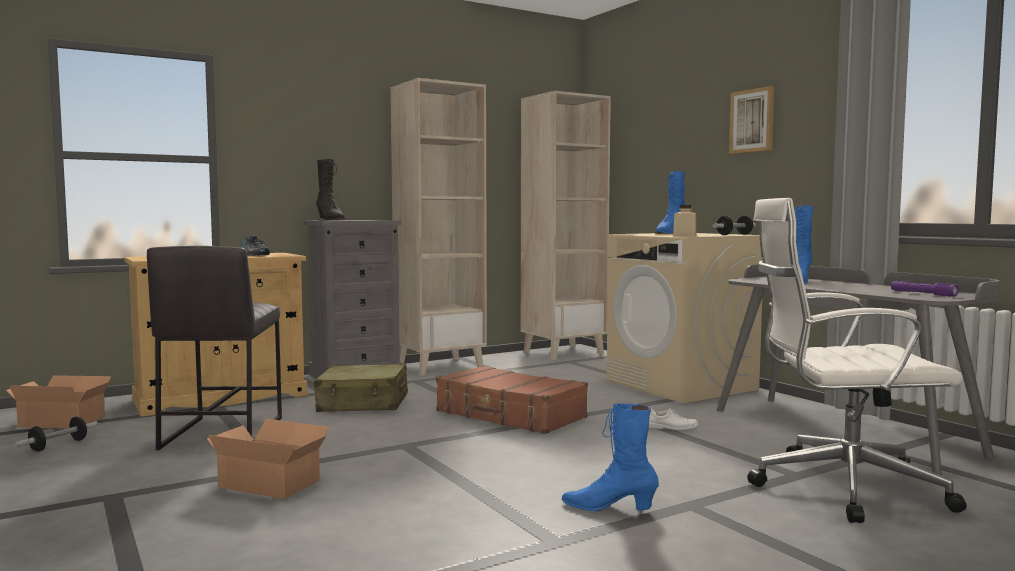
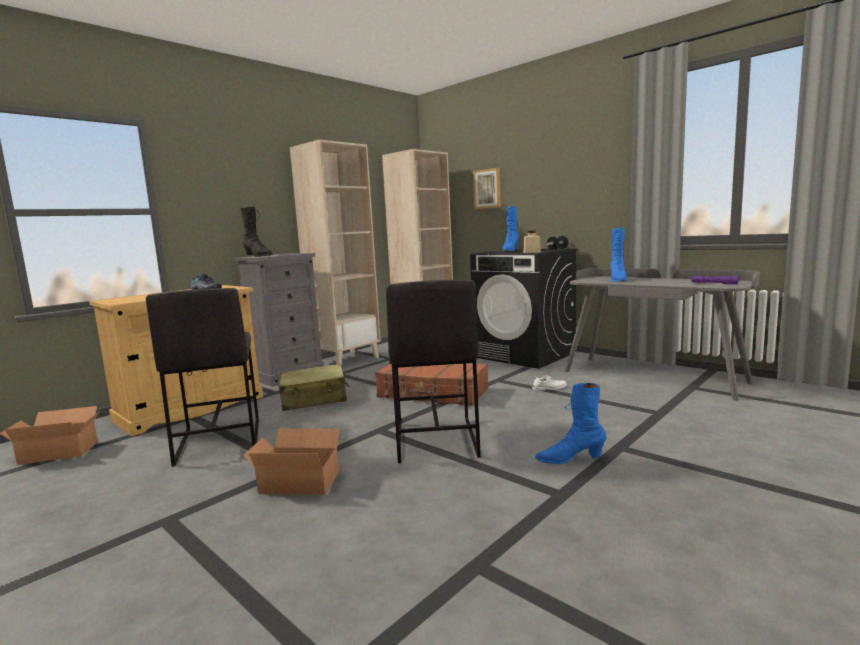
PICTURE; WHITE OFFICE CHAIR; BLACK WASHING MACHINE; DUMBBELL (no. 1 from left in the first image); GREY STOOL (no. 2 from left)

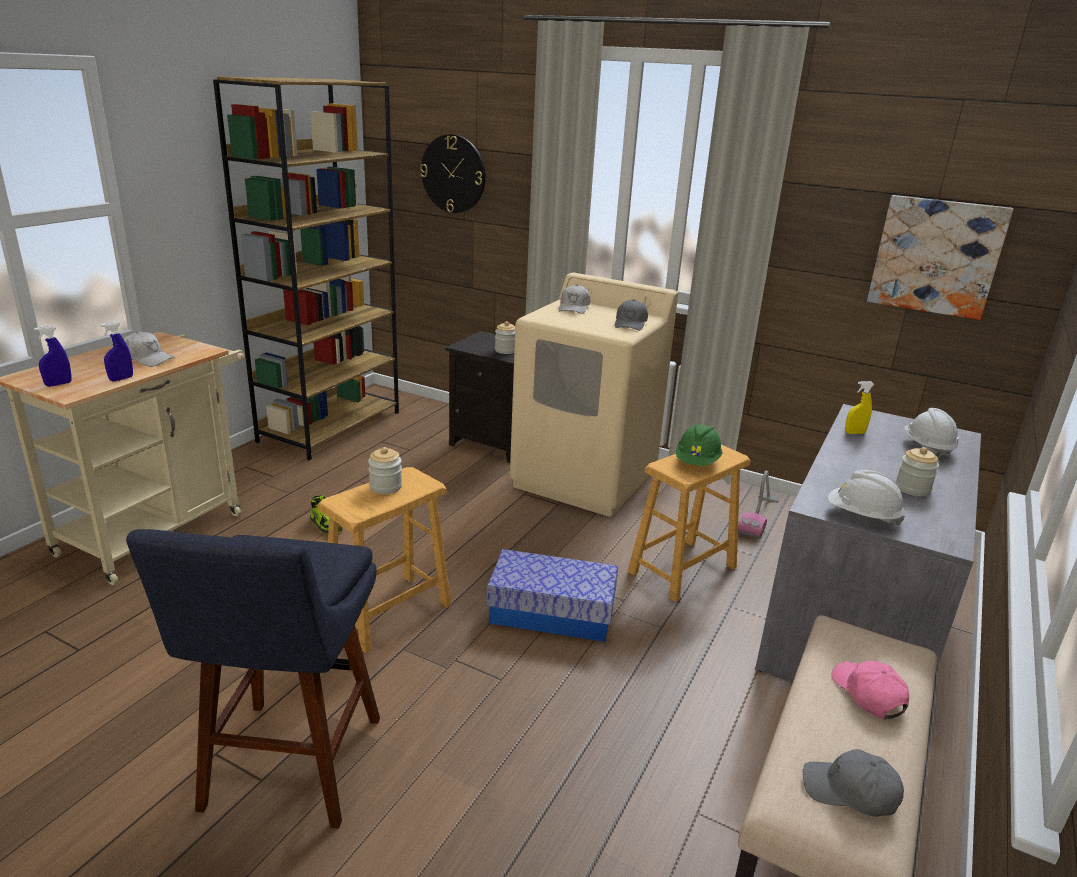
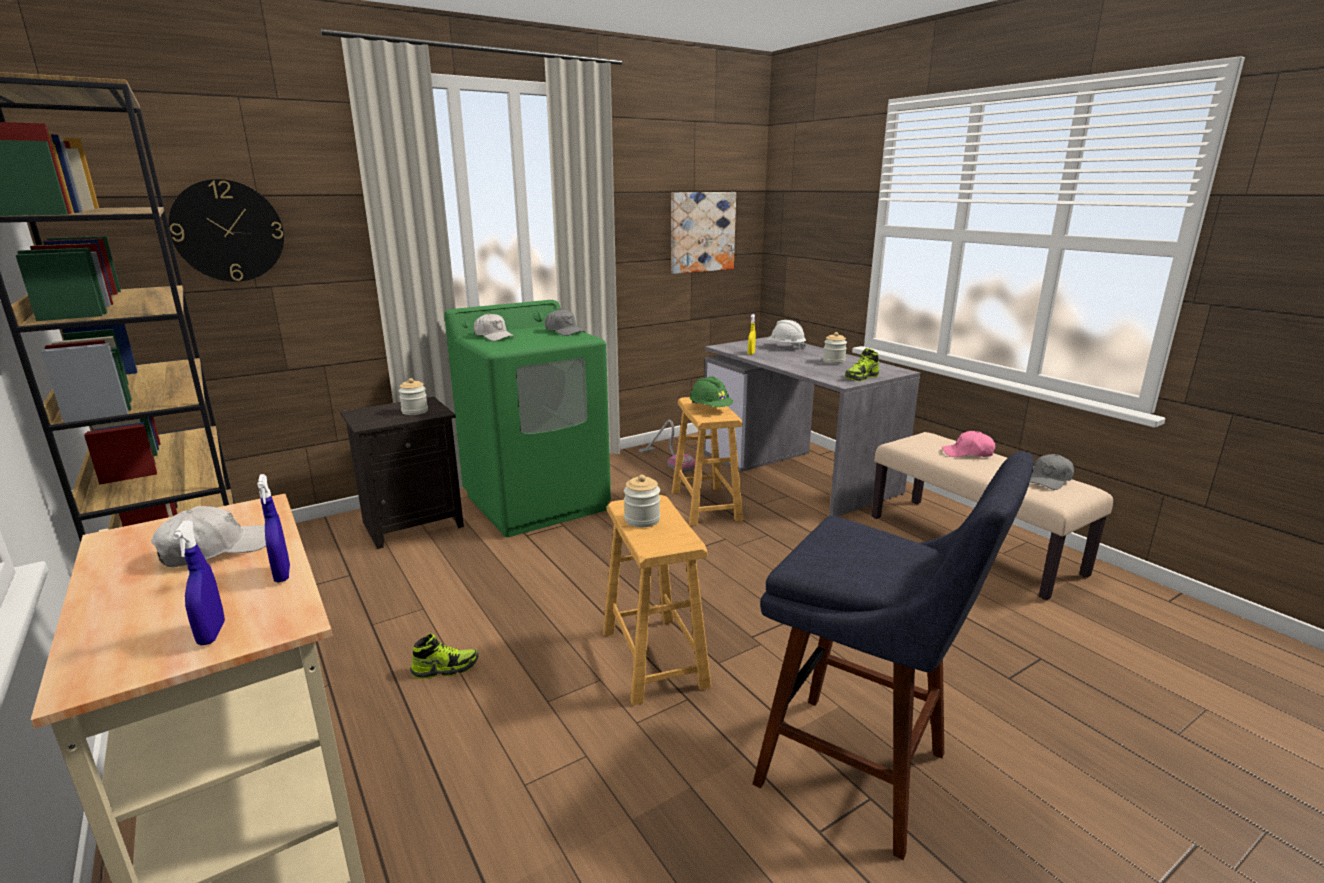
GREEN WASHING MACHINE; SHOE (no. 2 from left); STORAGE BOX

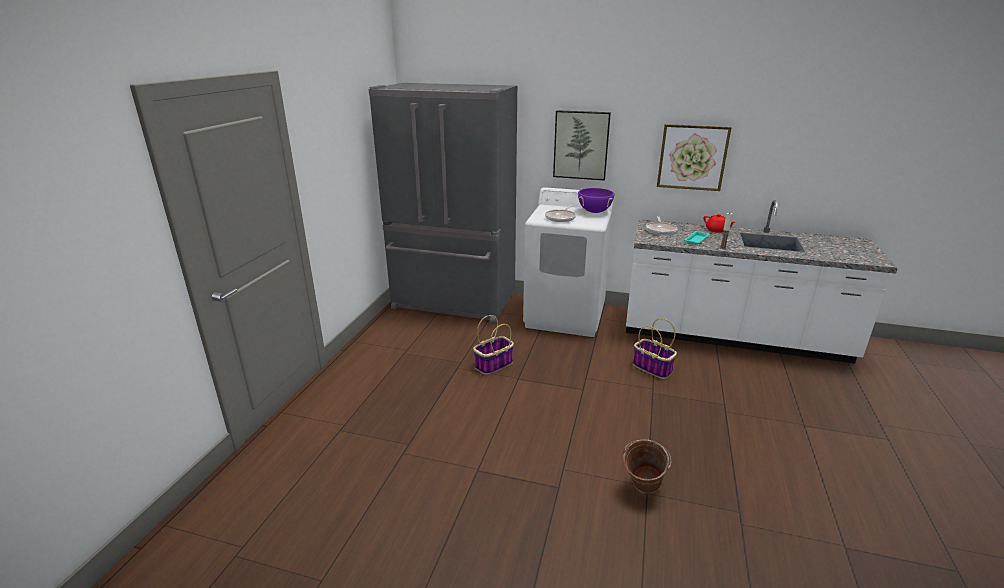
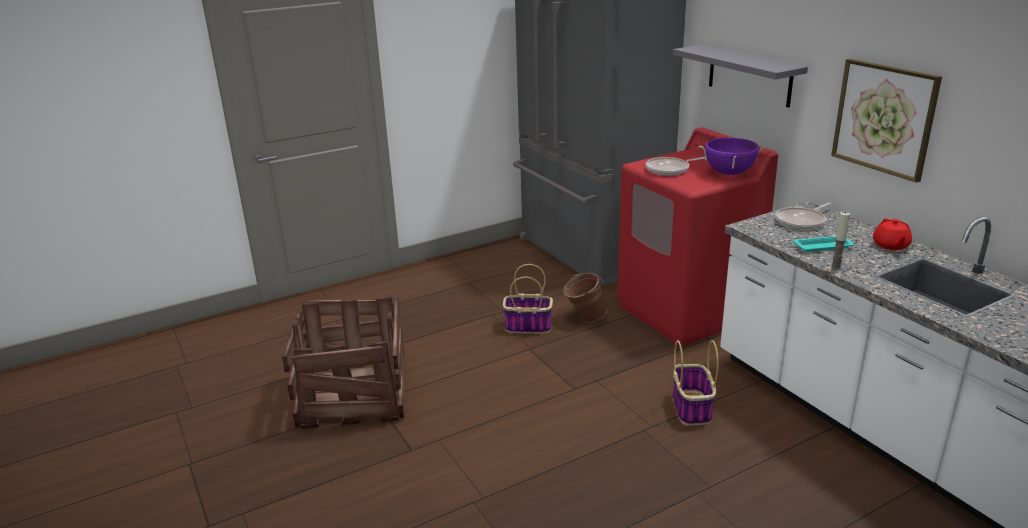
GREY SHELF; RED WASHING MACHINE; BROWN BUCKET; CRATE

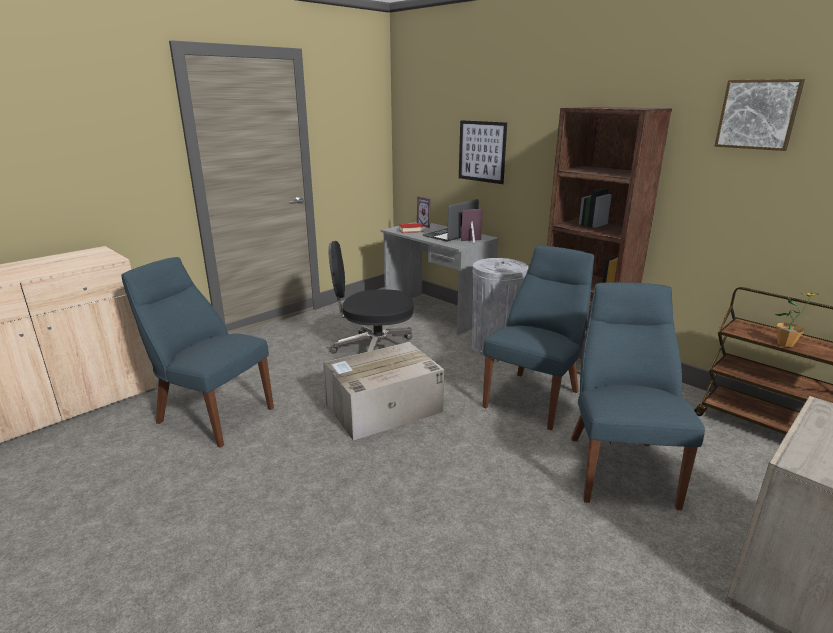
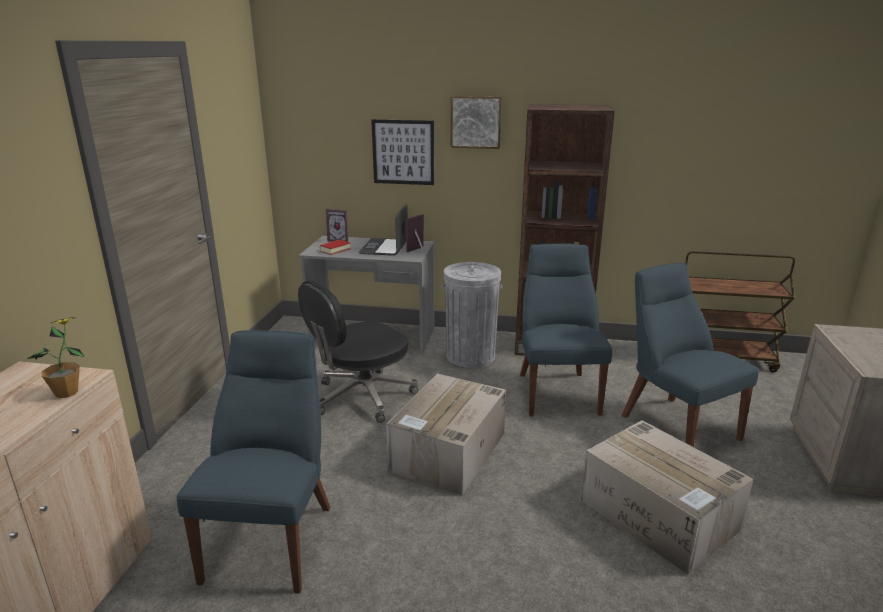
PICTURE (no. 2 from left); BLUE CHAIR (no. 1 from left); POTTED PLANT; CARDBOARD BOX (no. 2 from left)

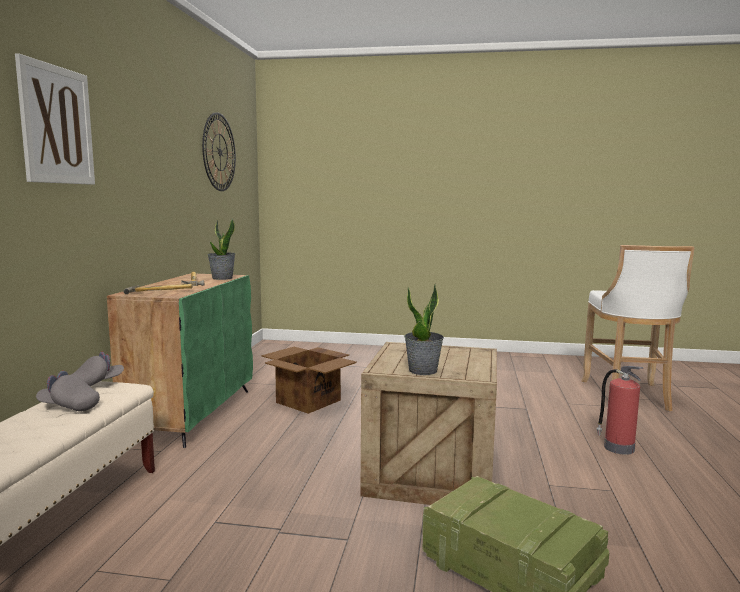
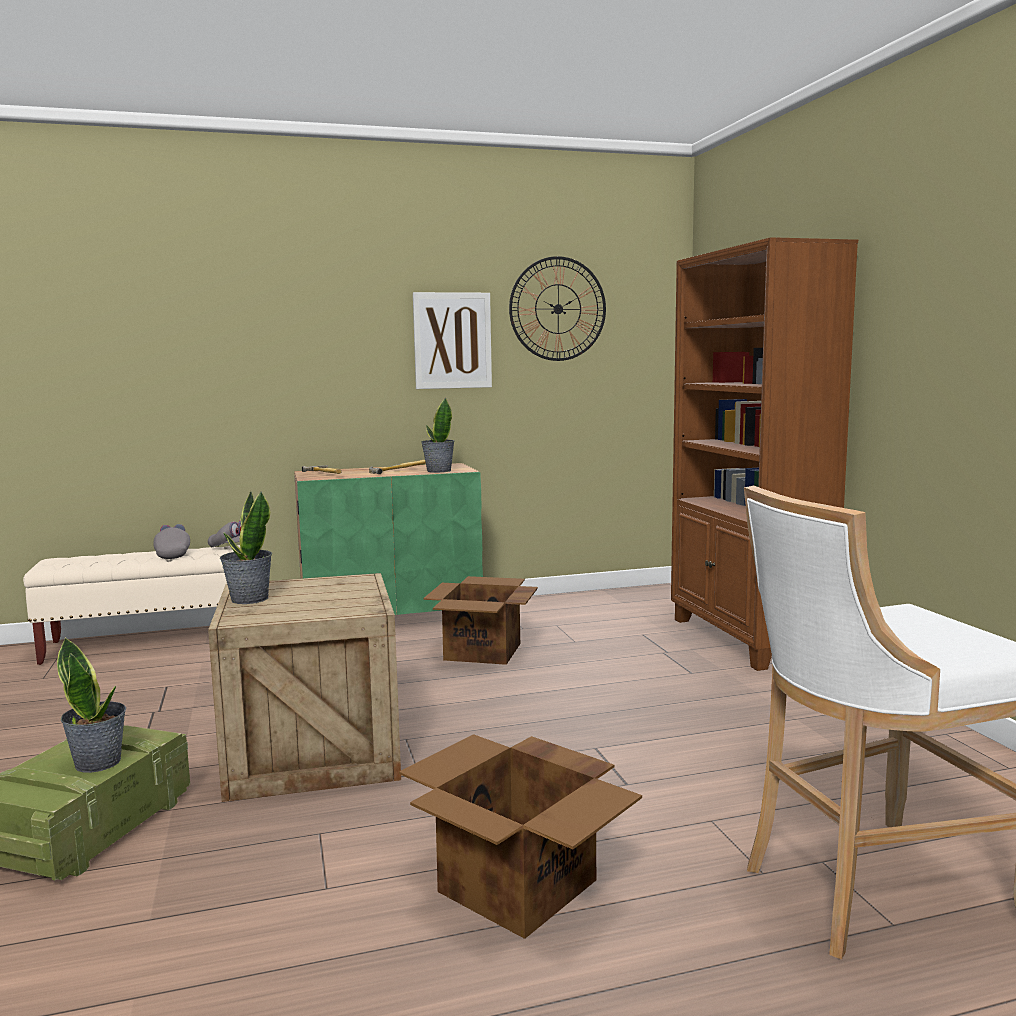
PICTURE; CARDBOARD BOX (no. 2 from left); BROWN BOOKCASE; POTTED PLANT (no. 1 from left)

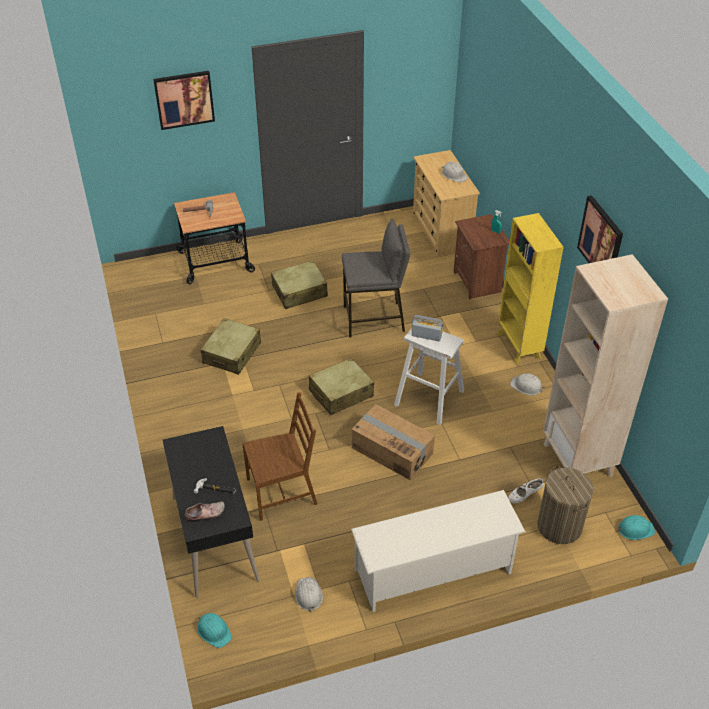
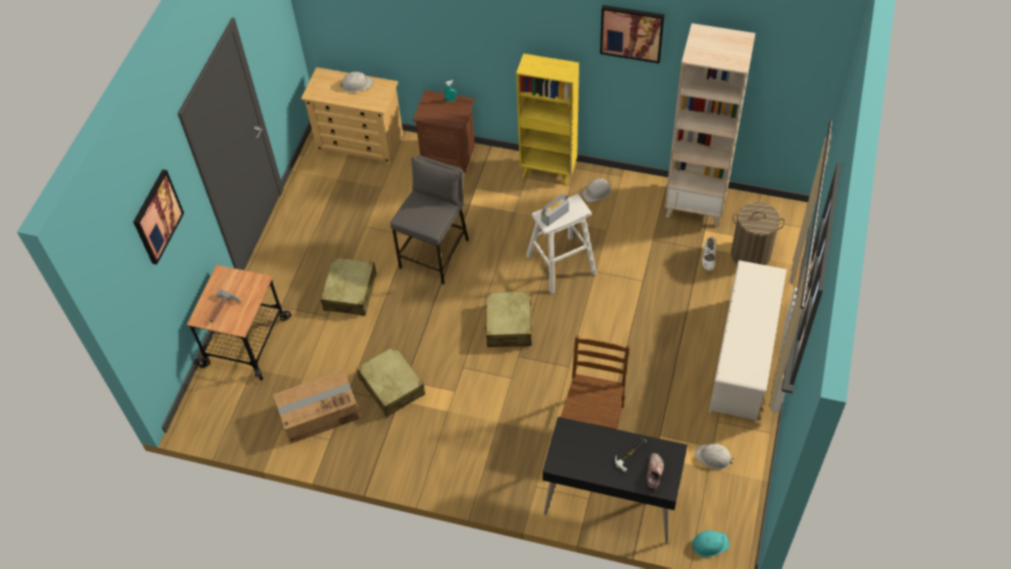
CARDBOARD BOX; TURQUOISE HARD HAT (no. 2 from left in the first image)

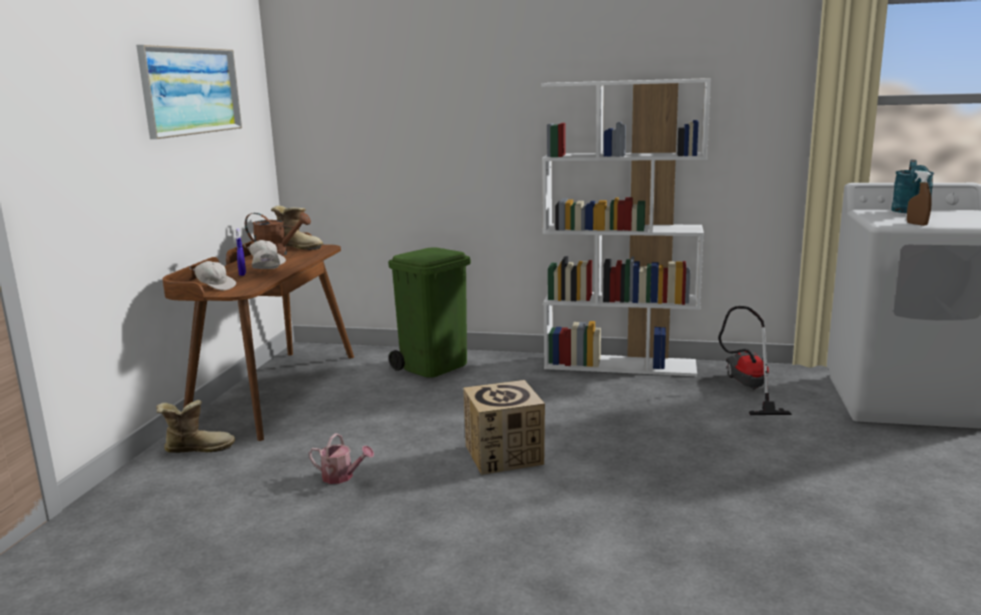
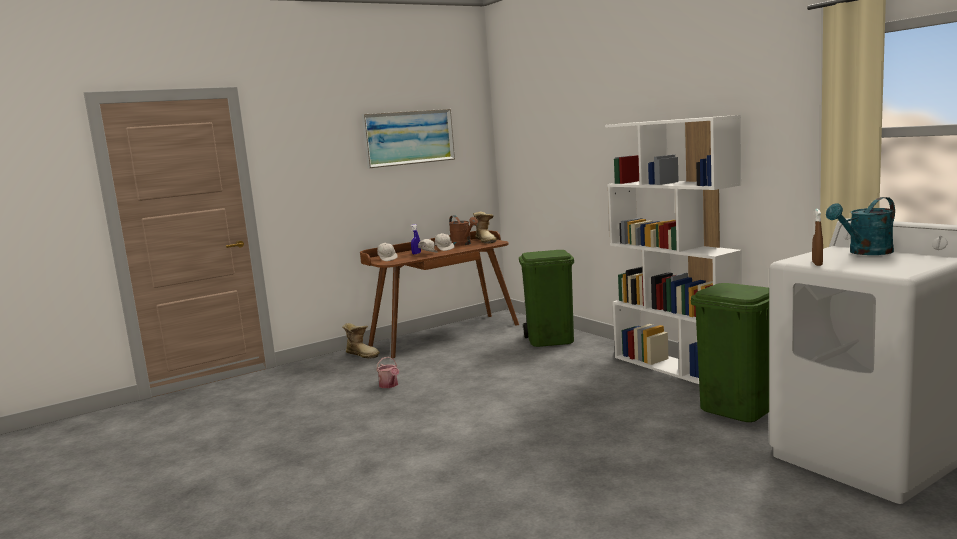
GREEN TRASH CAN (no. 2 from left); CARDBOARD BOX

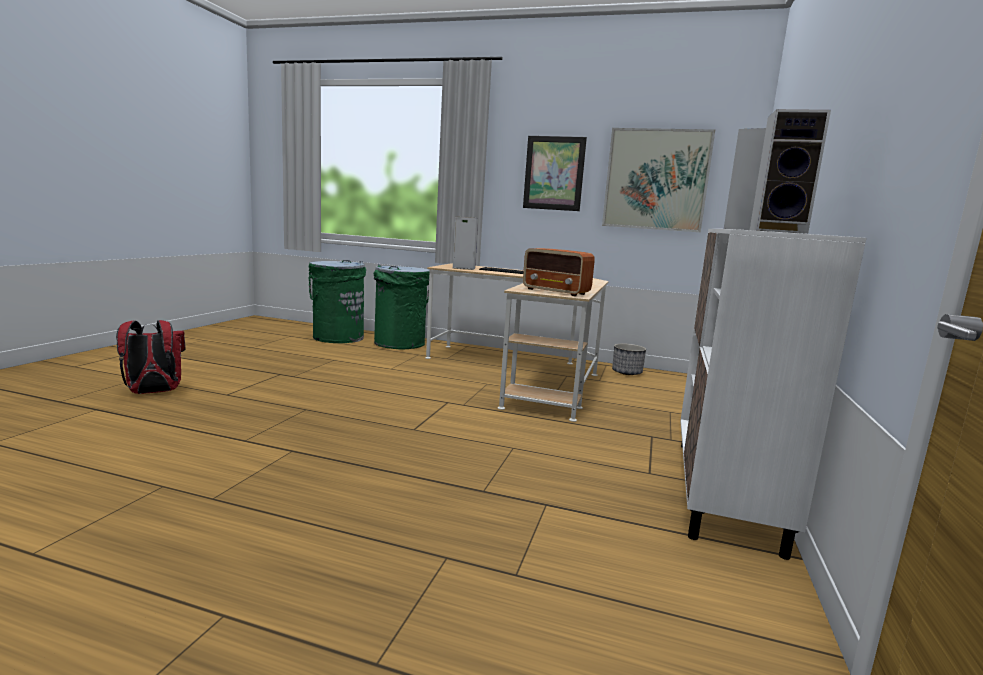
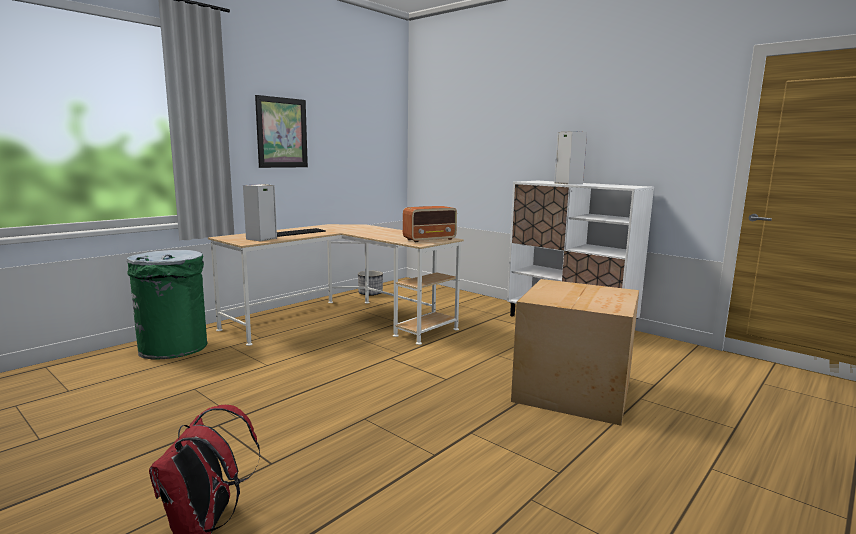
SPEAKER (no. 3 from left in the first image); PICTURE (no. 2 from left in the first image); GREEN TRASH CAN (no. 1 from left in the first image); CARDBOARD BOX

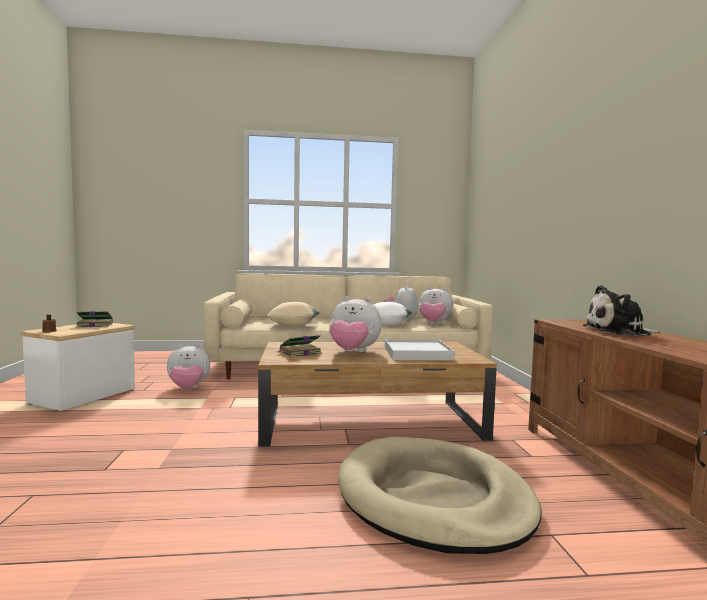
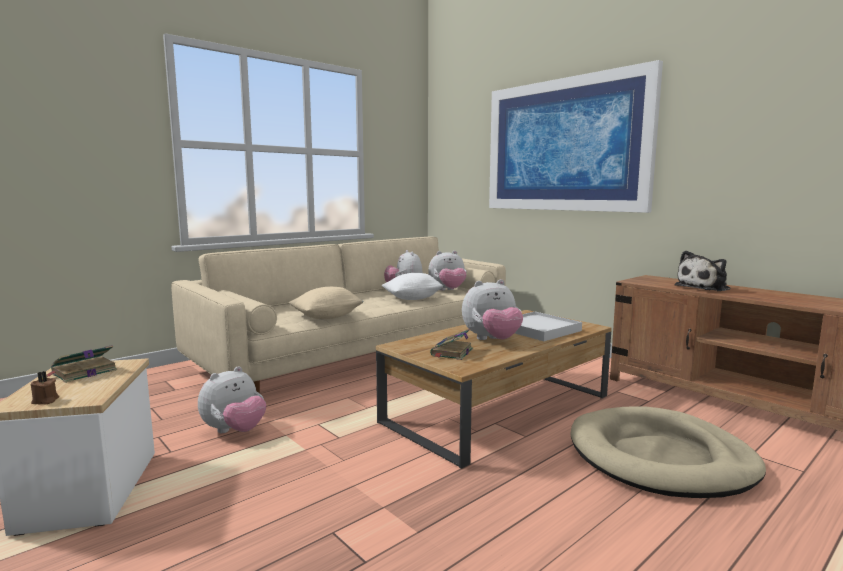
PICTURE

